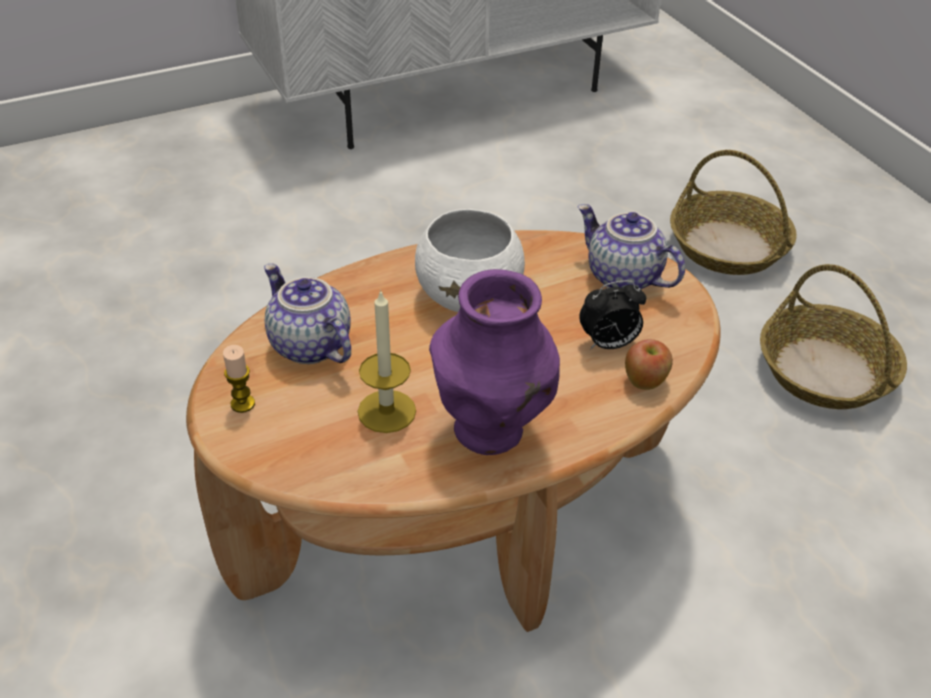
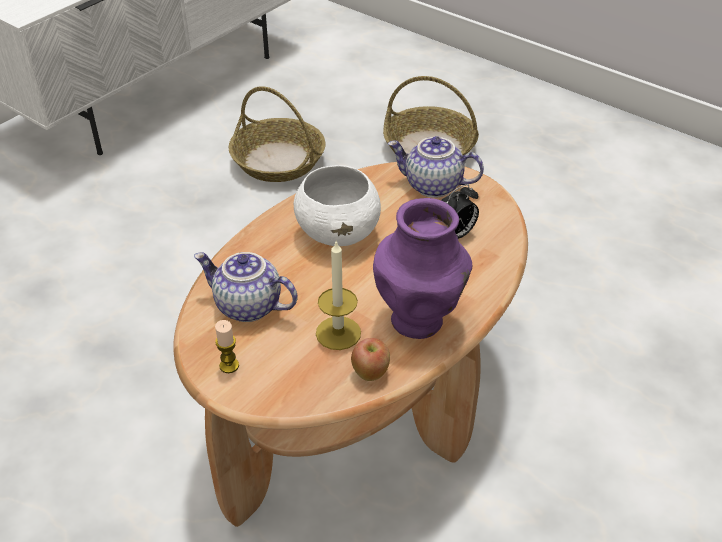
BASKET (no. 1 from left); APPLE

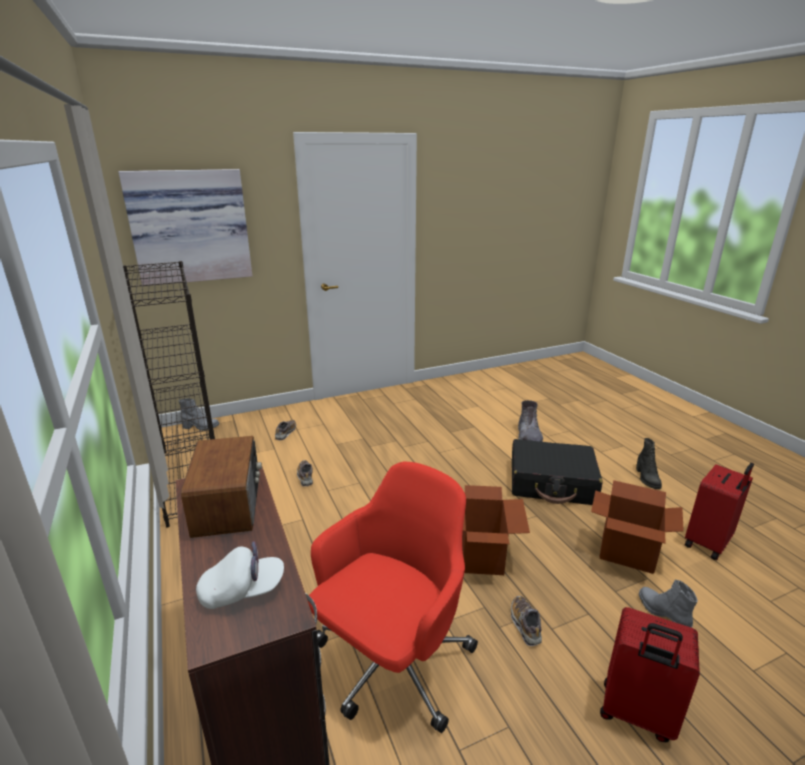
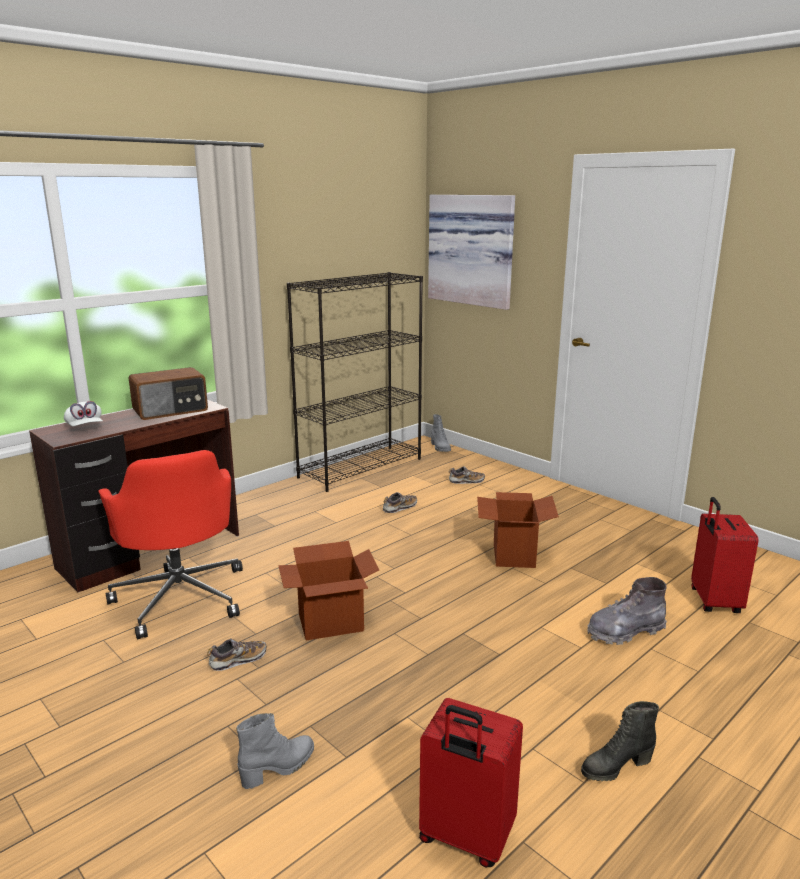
BLACK SUITCASE; RED OFFICE CHAIR; CARDBOARD BOX (no. 2 from left); RED SUITCASE (no. 2 from left)

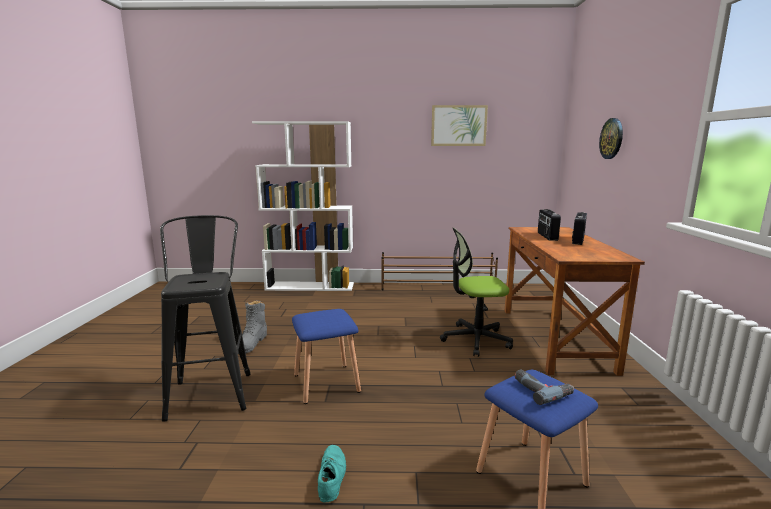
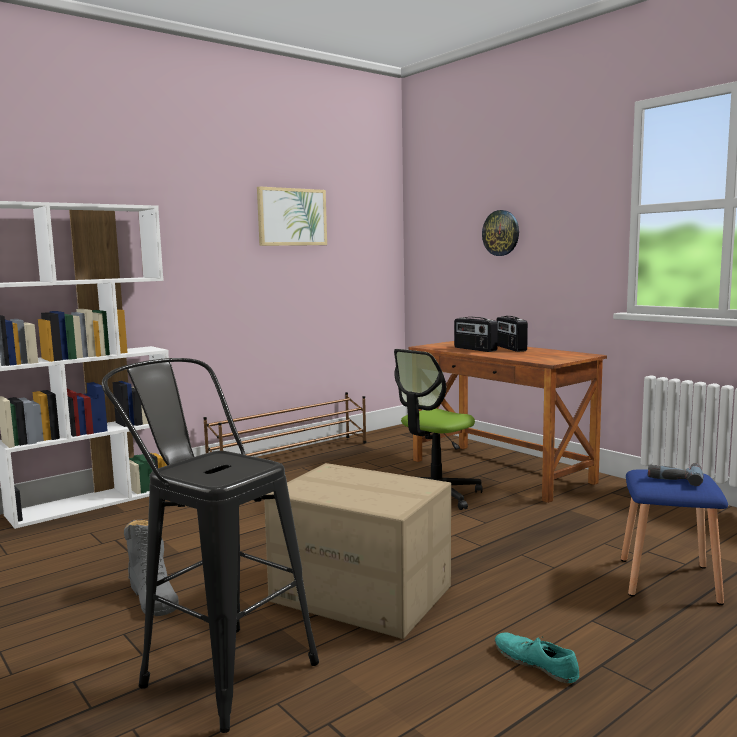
CARDBOARD BOX

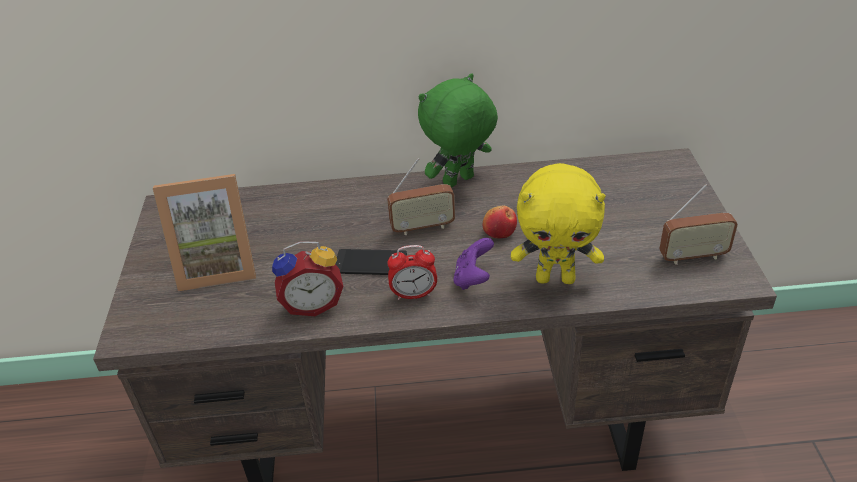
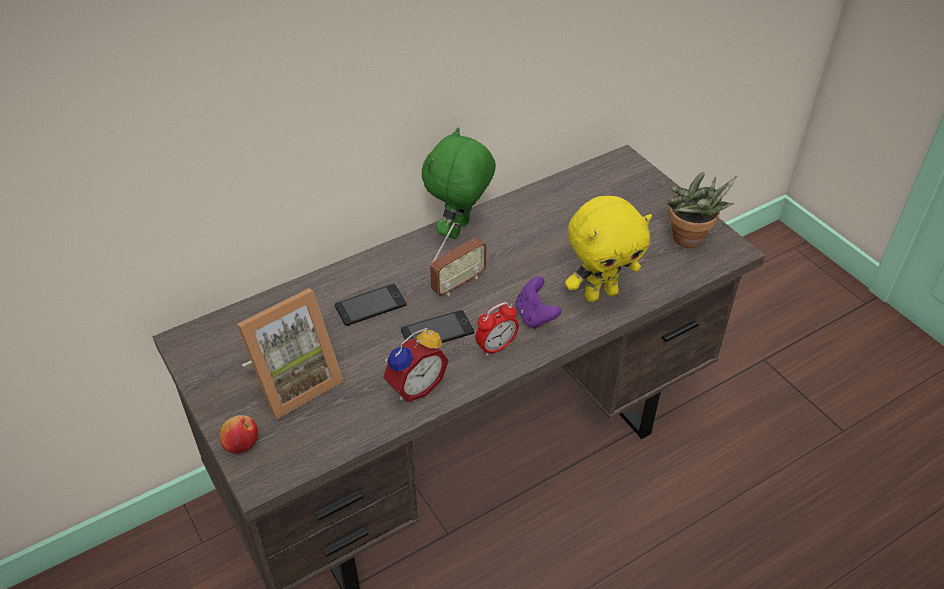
POTTED PLANT; APPLE; PHONE (no. 1 from left)

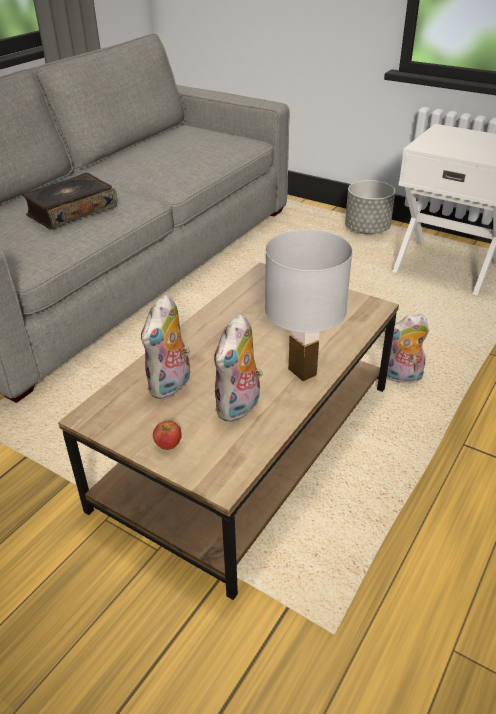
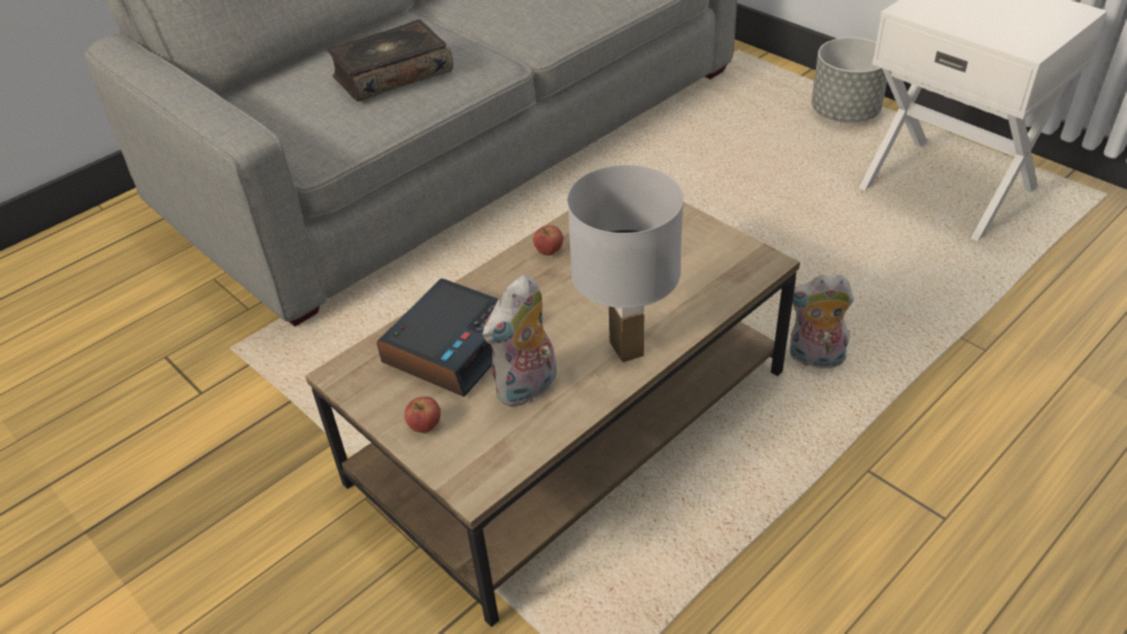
ALARM CLOCK; APPLE (no. 2 from left)

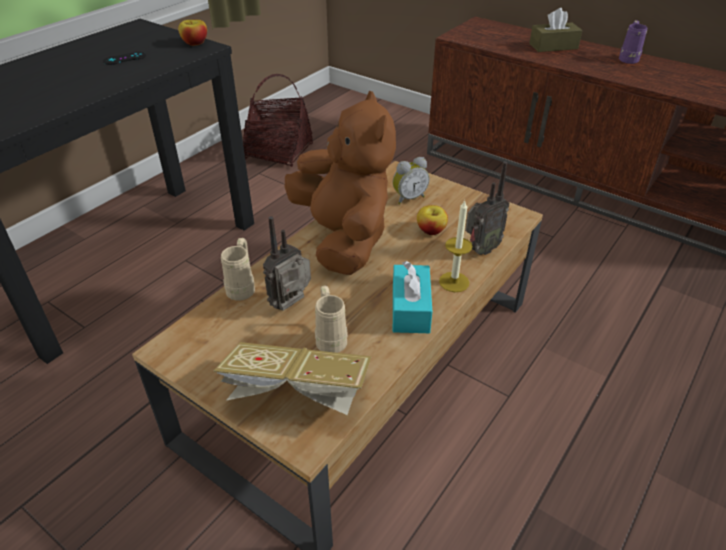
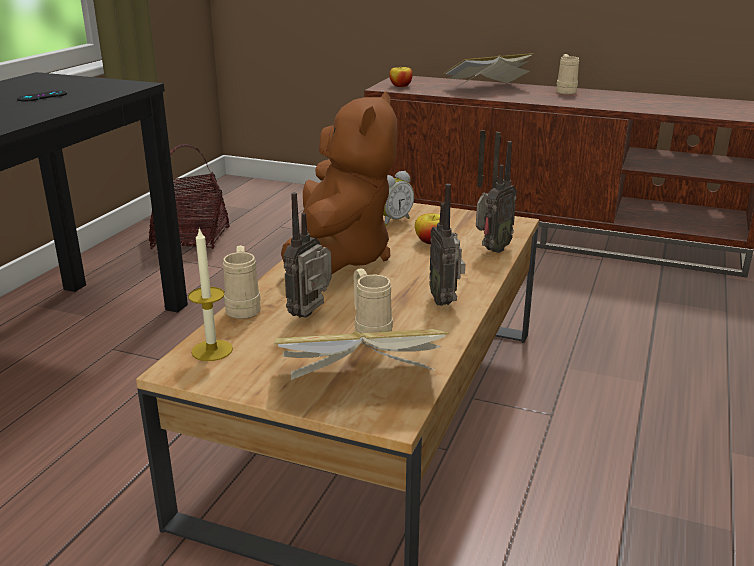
BOOK (no. 2 from left); APPLE (no. 1 from left); BEIGE MUG (no. 3 from left); BROWN PLUSH TOY; CANDLE; RADIO (no. 2 from left)

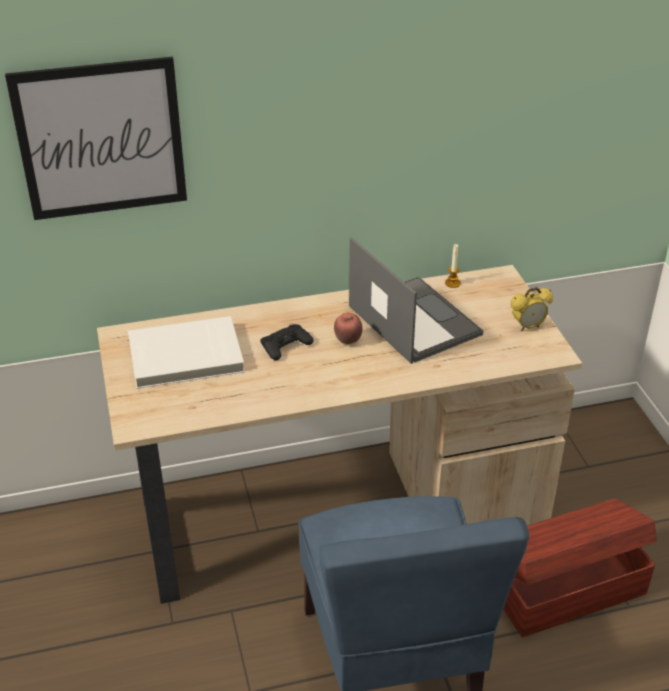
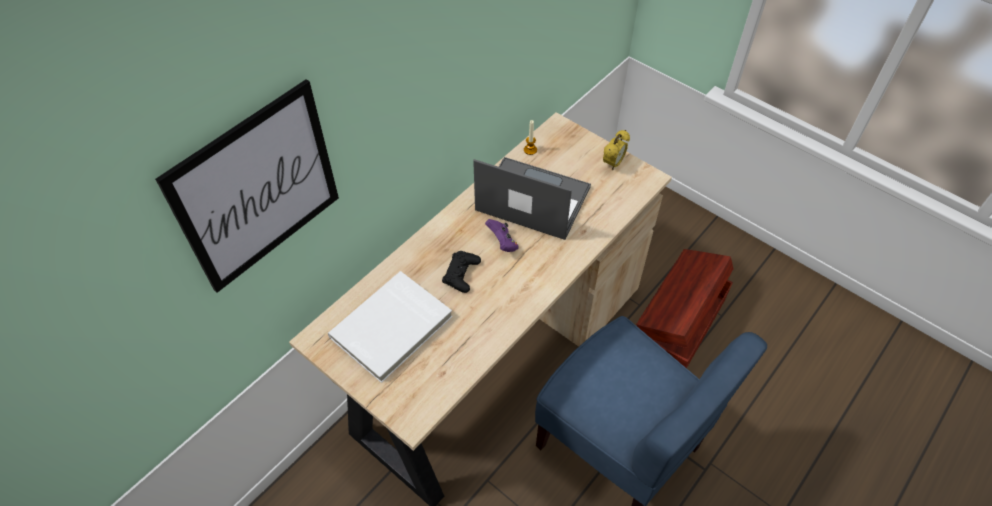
PURPLE GAME CONTROLLER

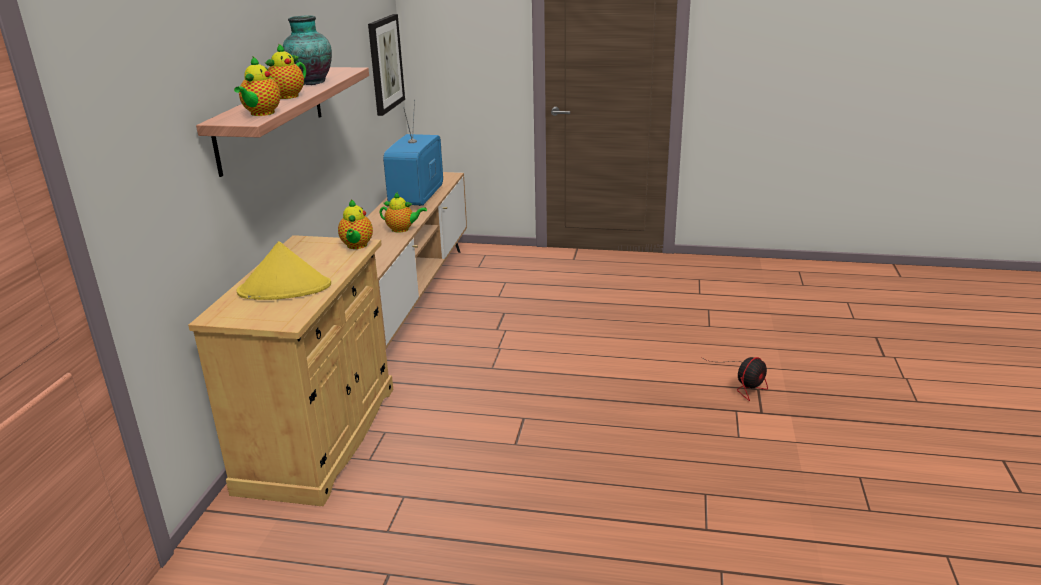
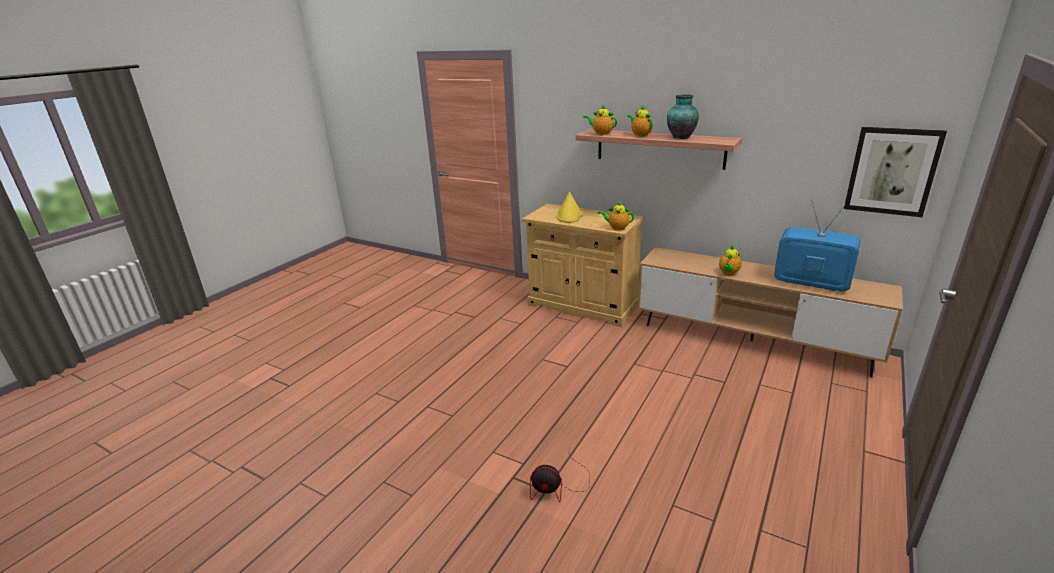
FAN

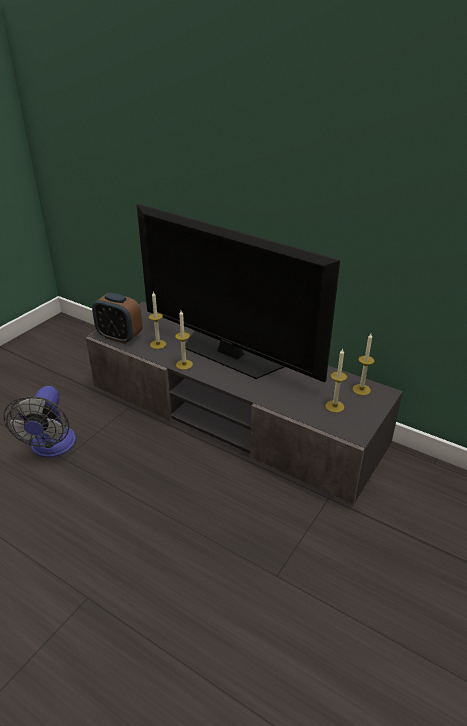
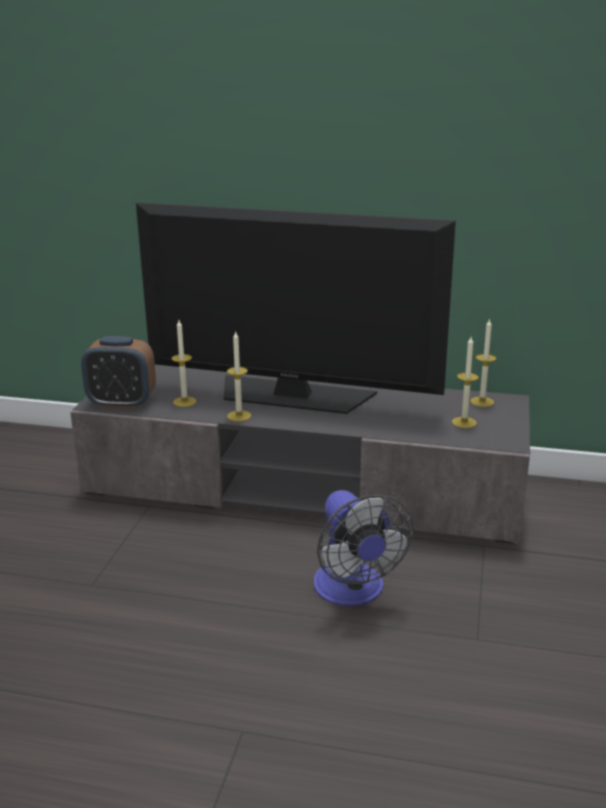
FAN

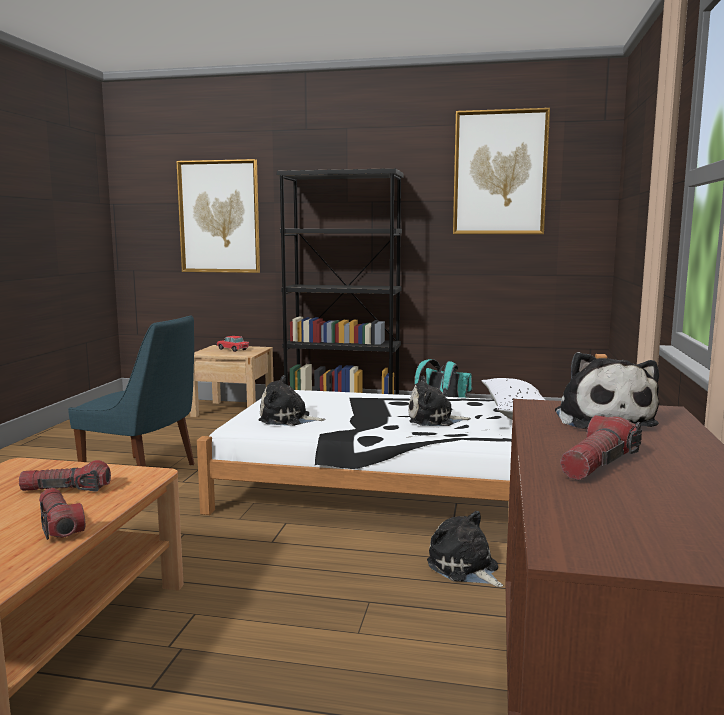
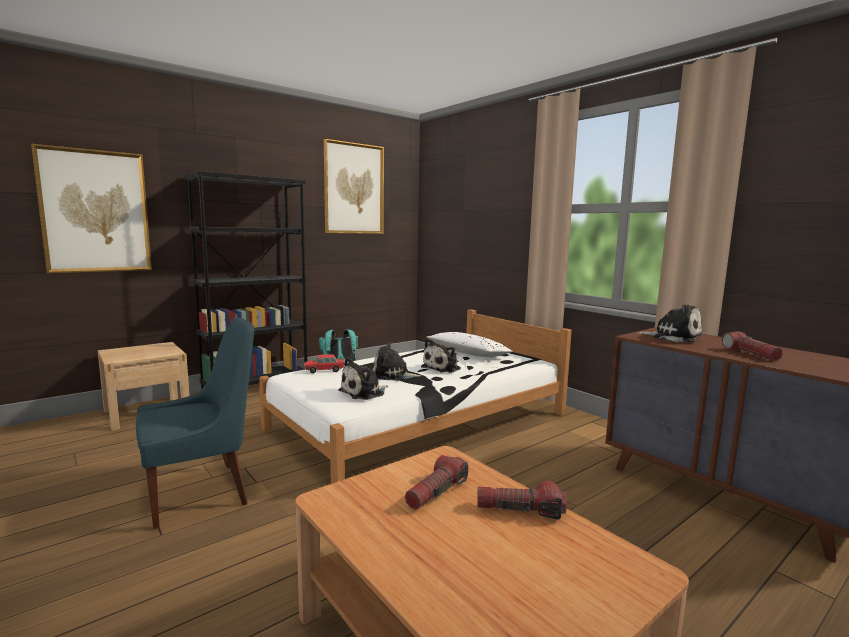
TOY CAR; PLUSH TOY (no. 2 from left)

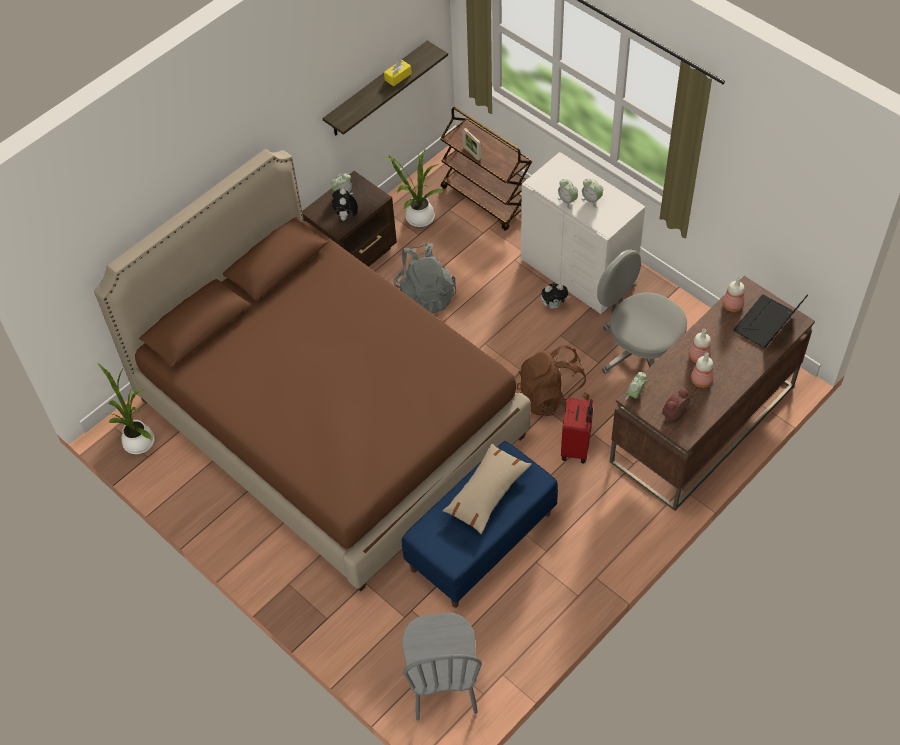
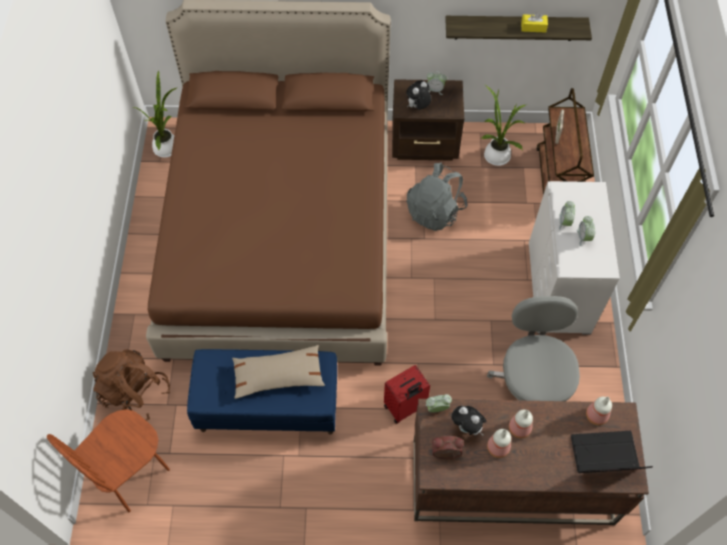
PLUSH TOY (no. 2 from left); BROWN BACKPACK; BROWN CHAIR

